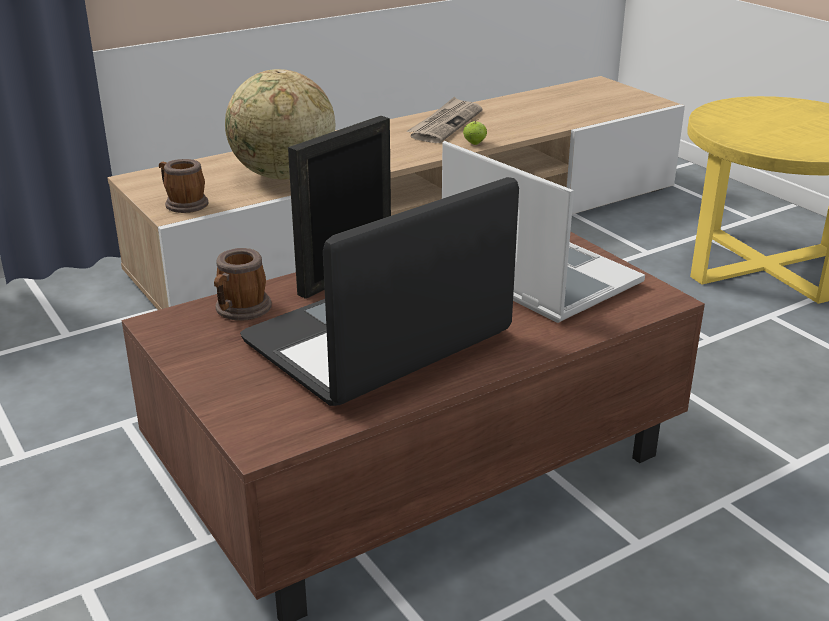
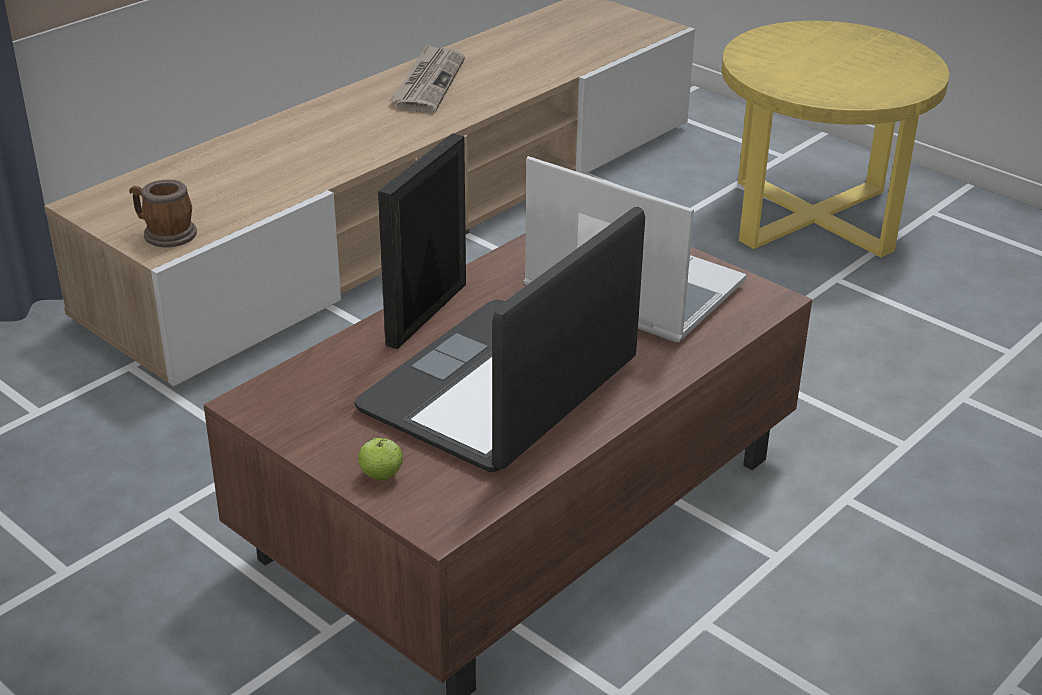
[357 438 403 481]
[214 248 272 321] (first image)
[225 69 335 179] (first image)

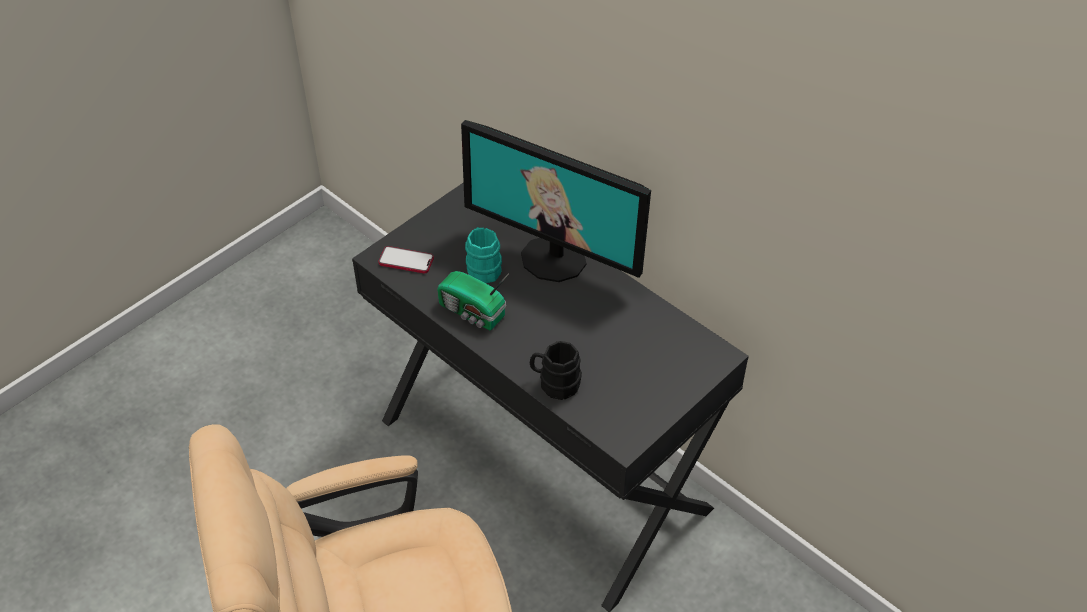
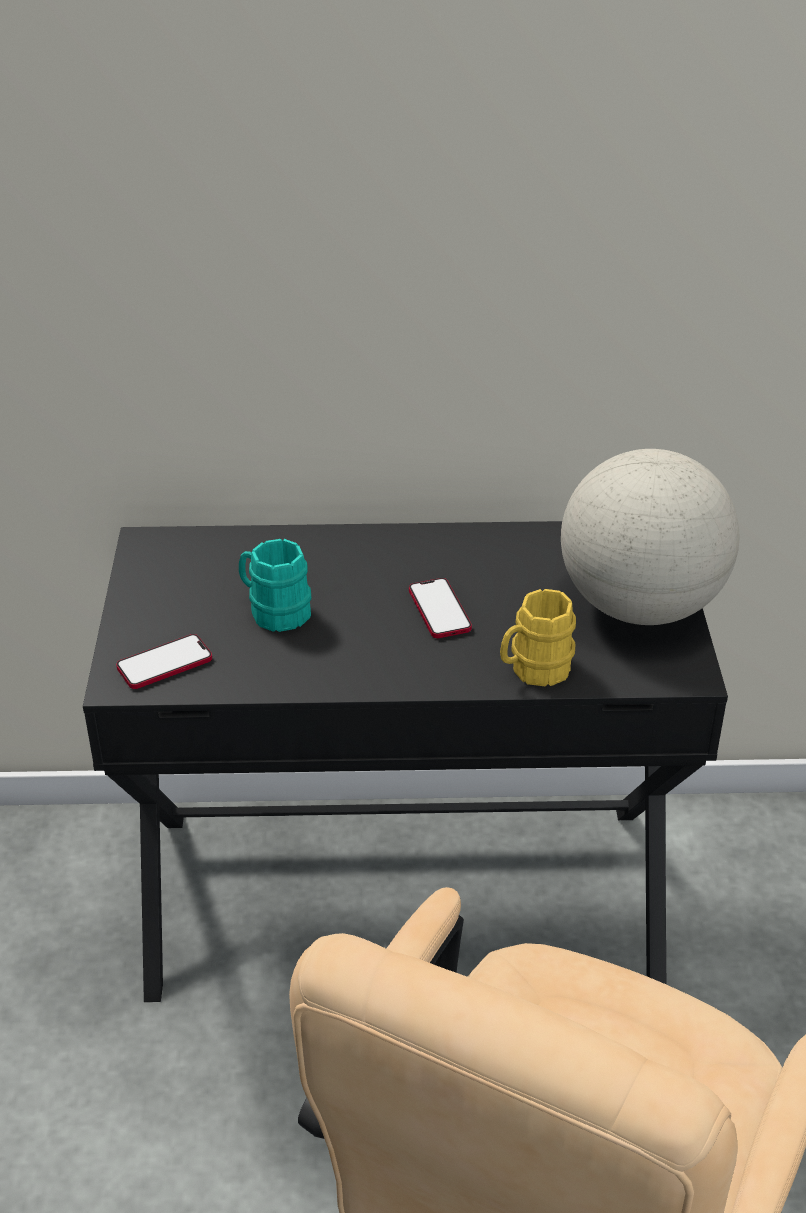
[409 578 472 638]
[500 589 576 686]
[561 449 739 625]
[437 271 509 330] (first image)
[461 120 651 282] (first image)

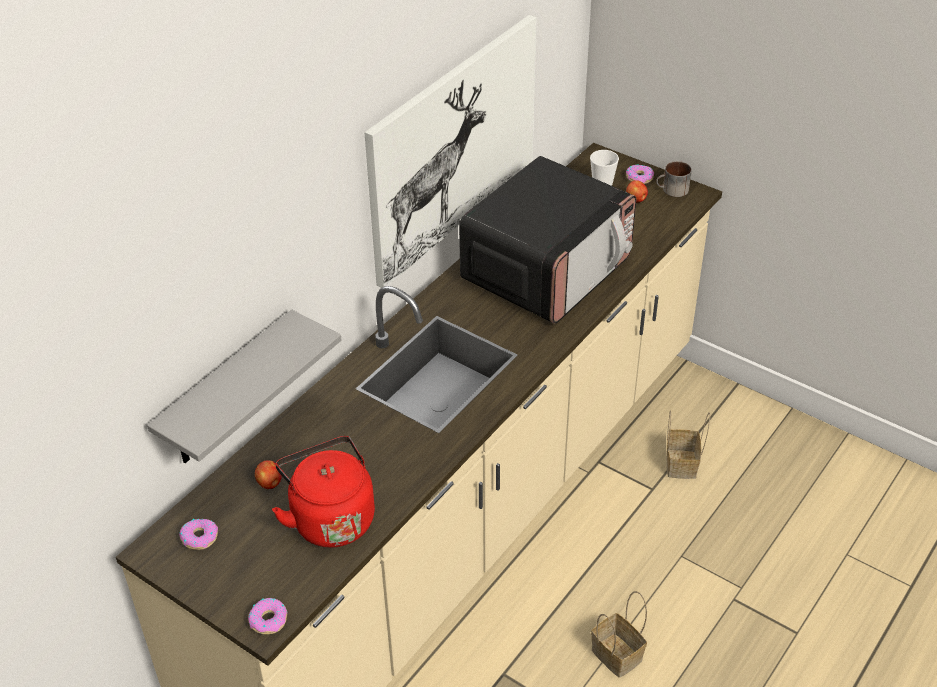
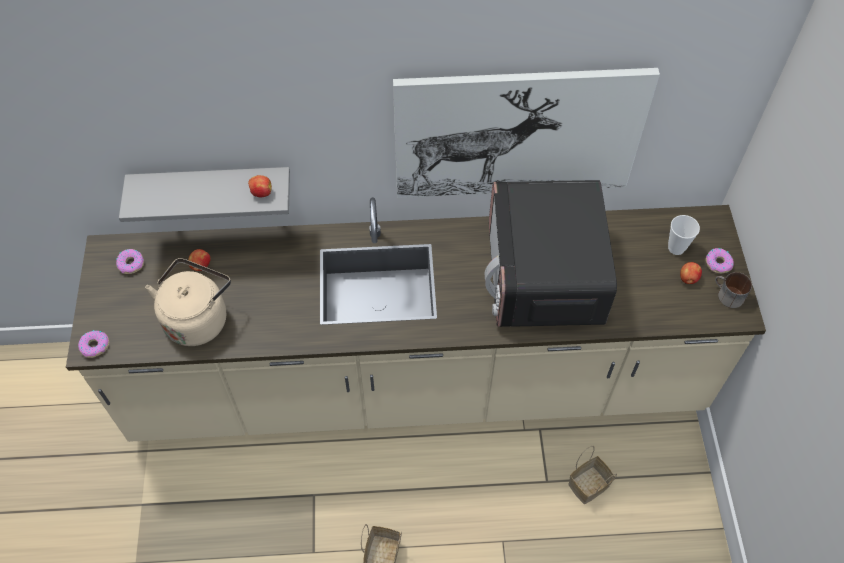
[145 258 231 346]
[248 175 272 197]
[484 180 617 327]

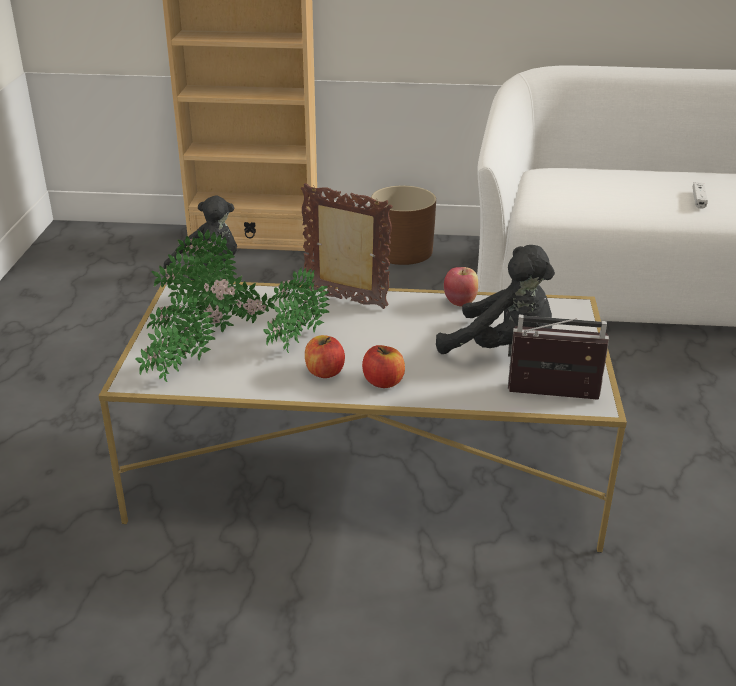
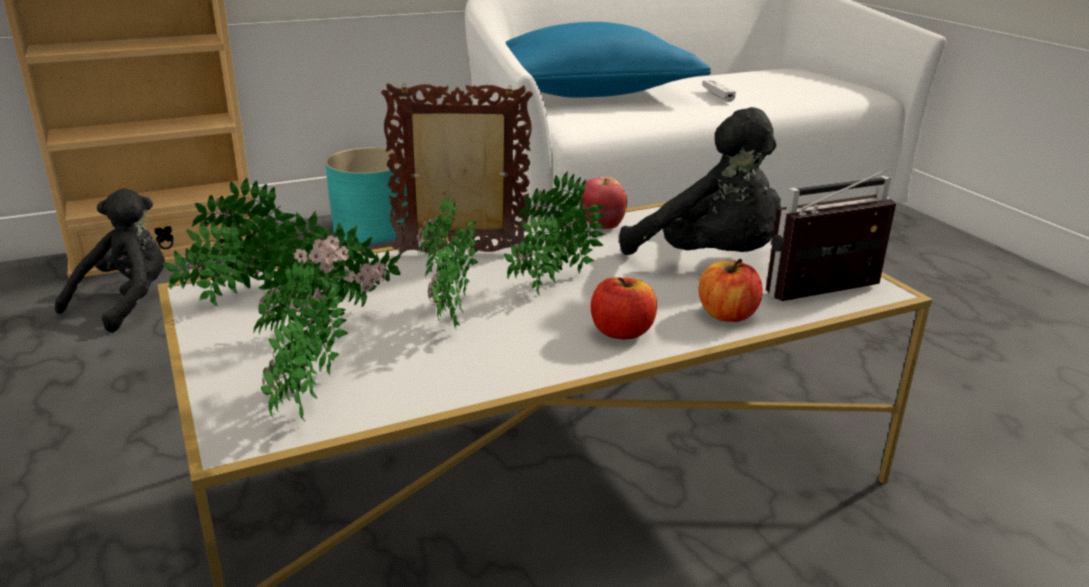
[325 147 408 243]
[504 171 605 296]
[506 22 711 98]
[619 107 781 255]
[698 259 763 322]

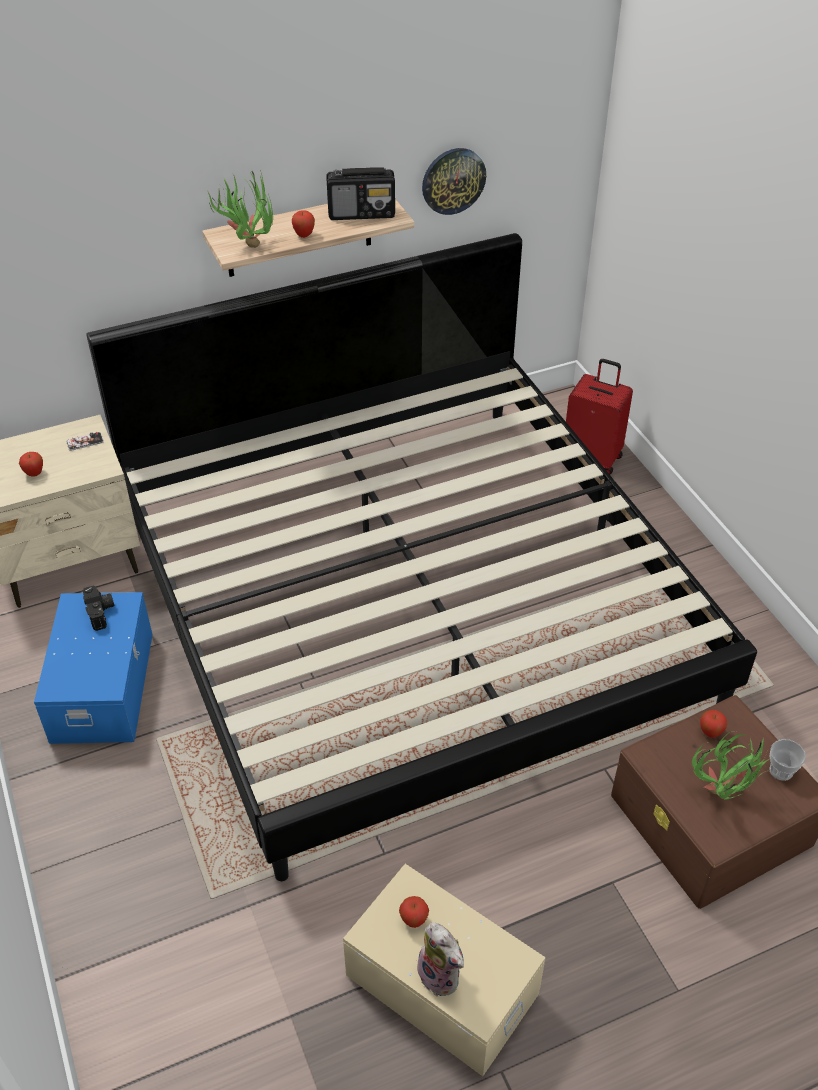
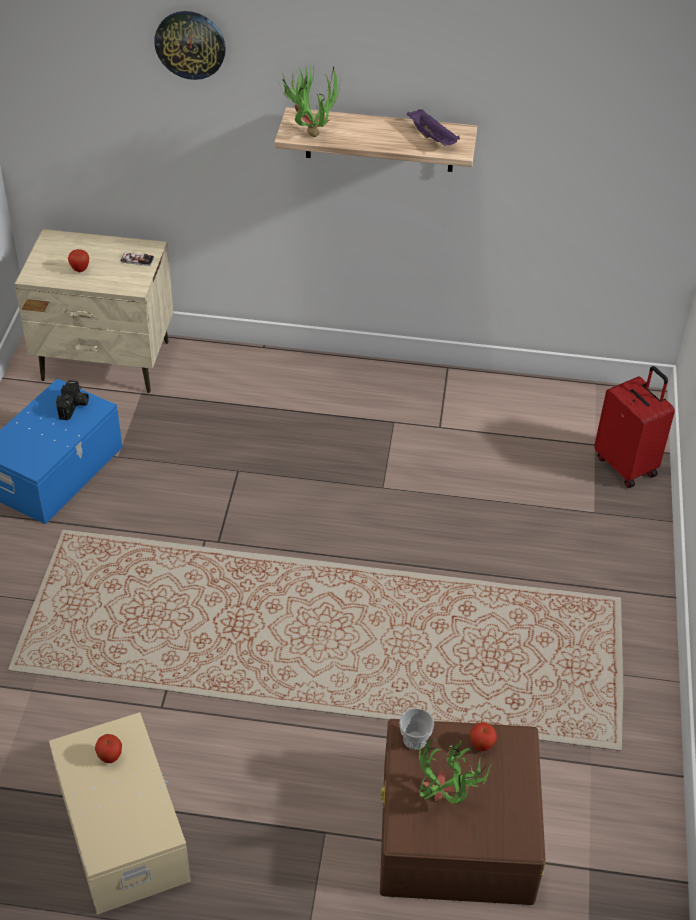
[154 11 226 80]
[399 708 434 750]
[407 109 460 146]
[87 233 757 881] (first image)
[292 210 315 238] (first image)
[417 923 464 997] (first image)

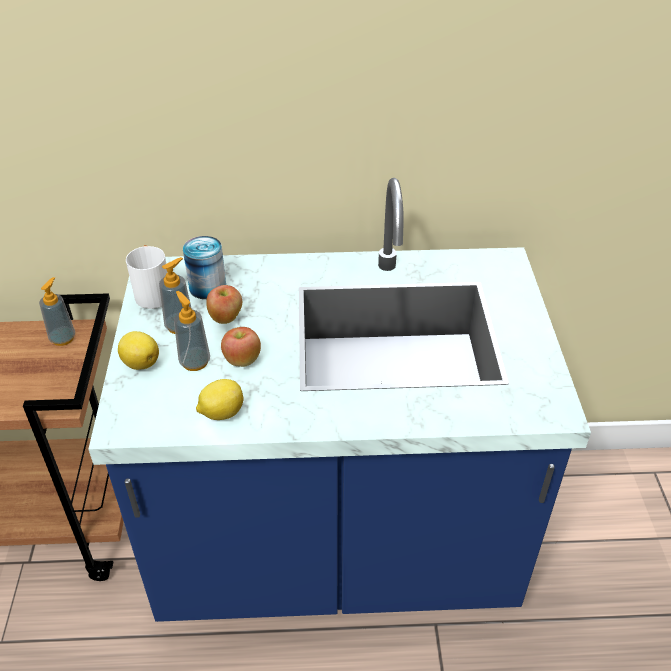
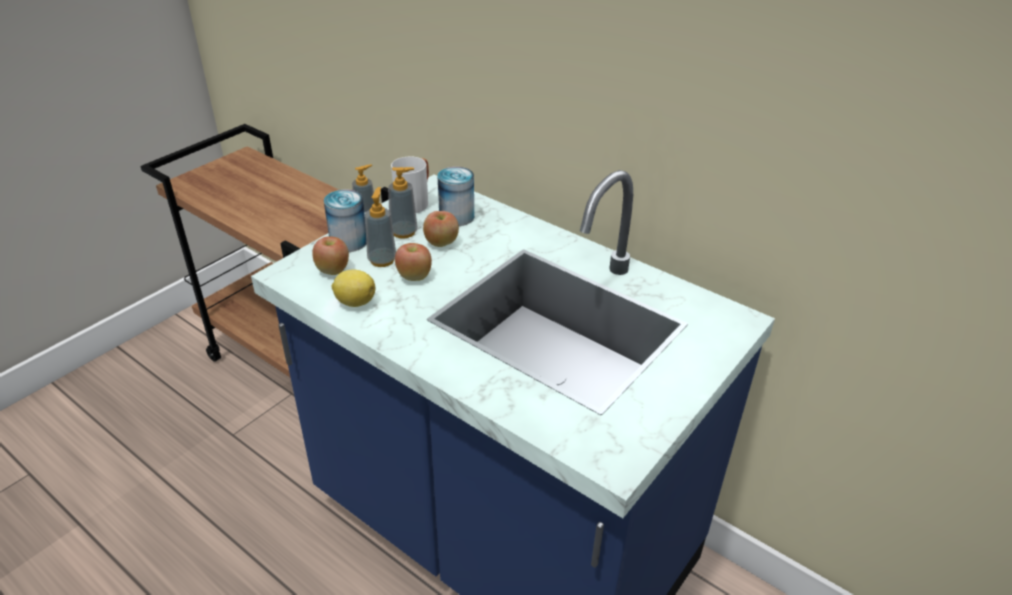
[312 236 349 275]
[324 190 366 252]

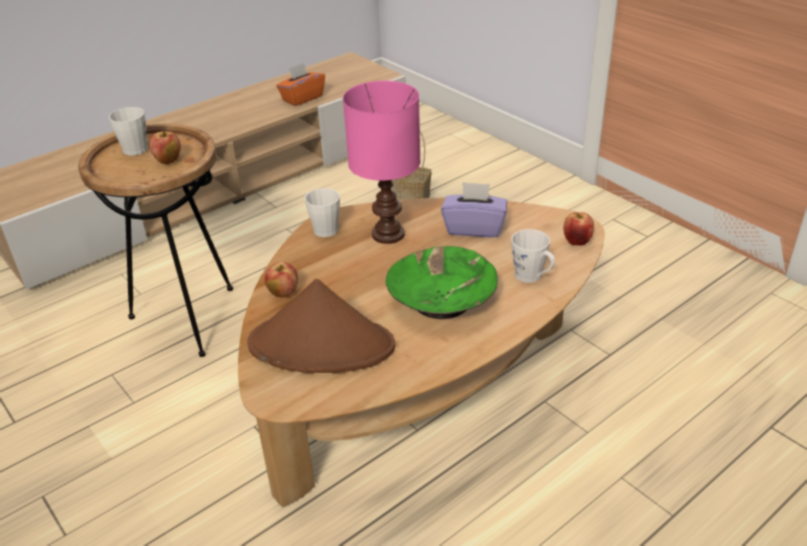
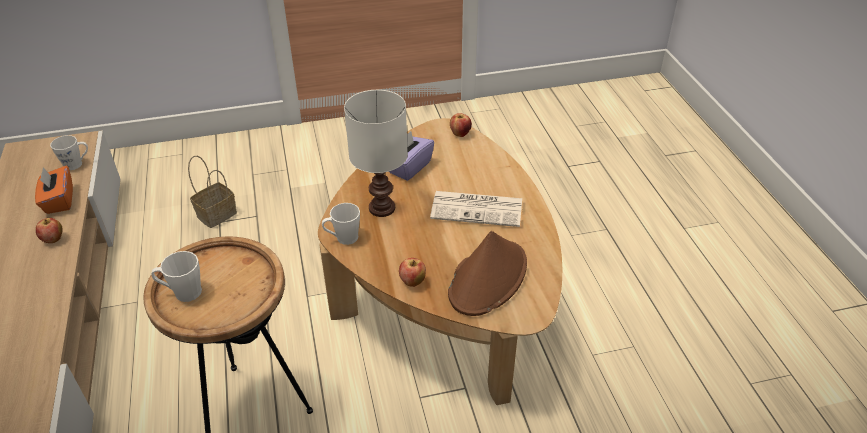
[36 218 63 243]
[50 135 88 170]
[344 90 408 217]
[430 191 522 227]

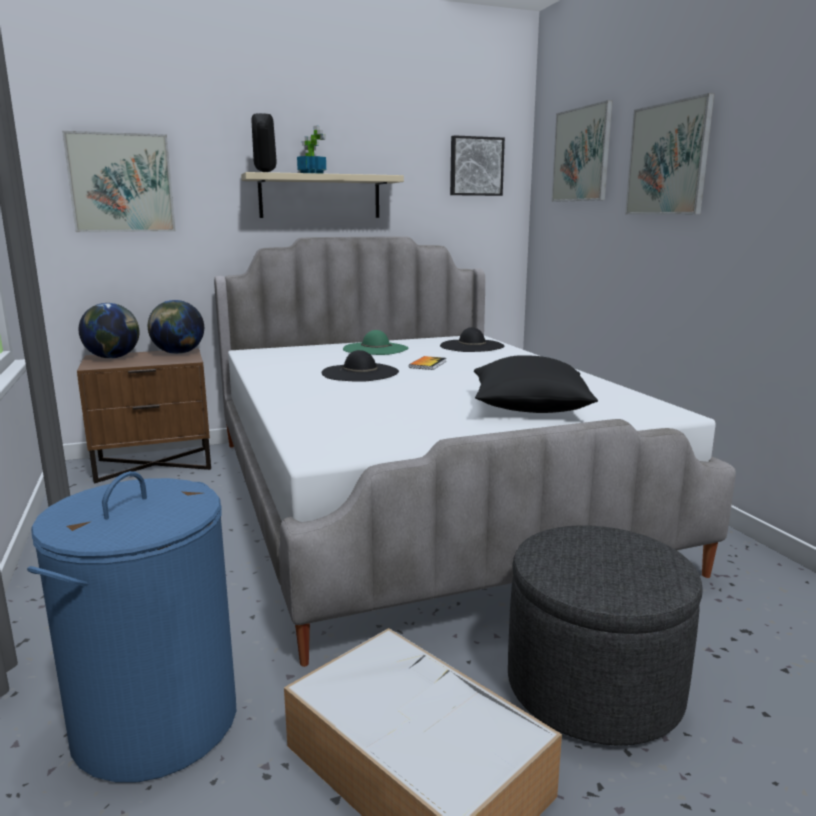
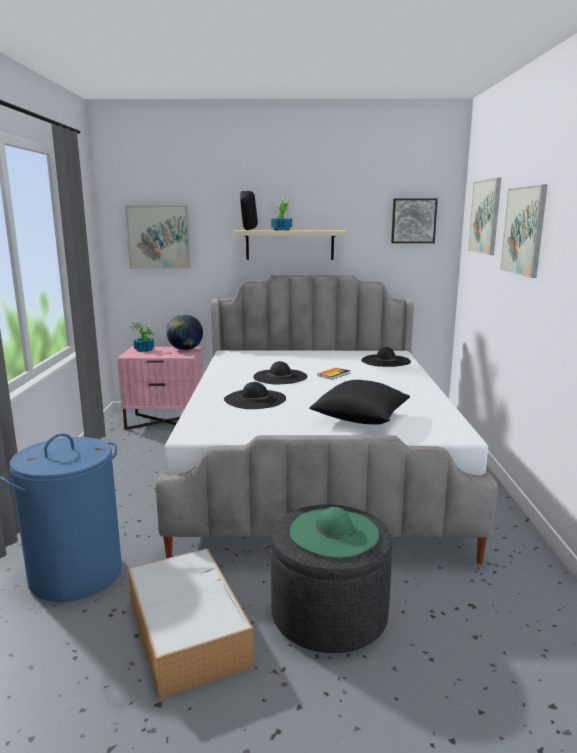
[117 347 203 430]
[130 321 155 352]
[224 382 286 409]
[290 507 379 558]

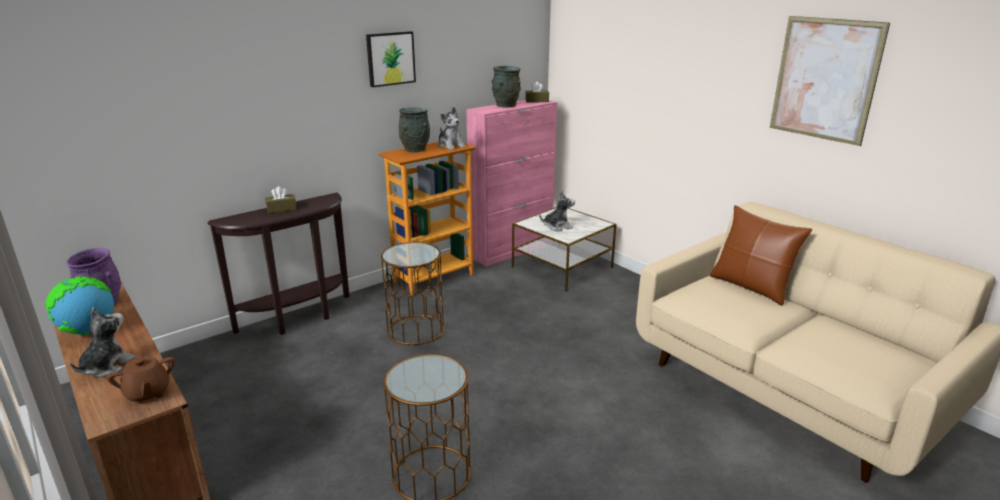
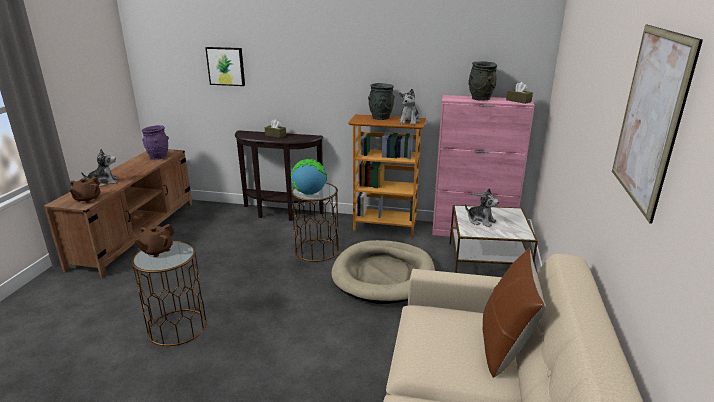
[134 224 174 257]
[205 47 245 86]
[291 159 327 195]
[331 240 435 304]

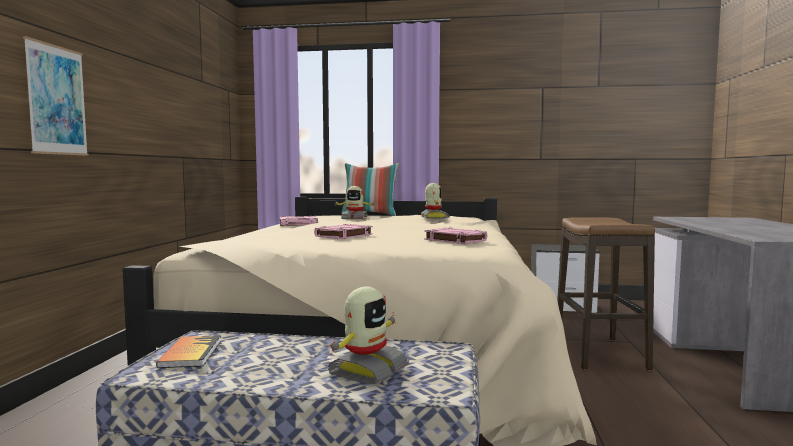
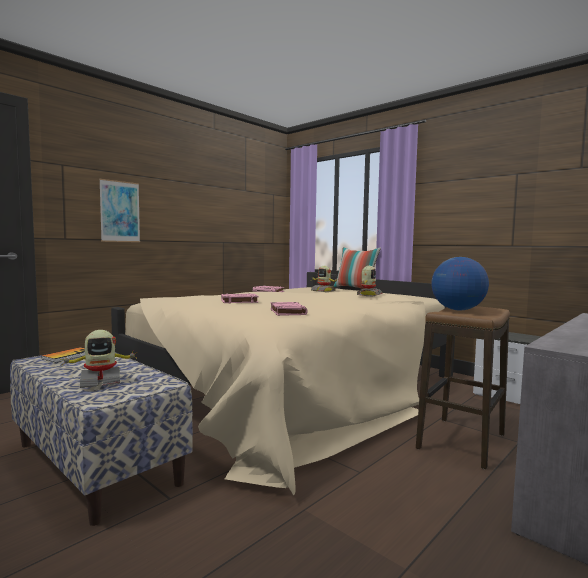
[431 257 489 311]

